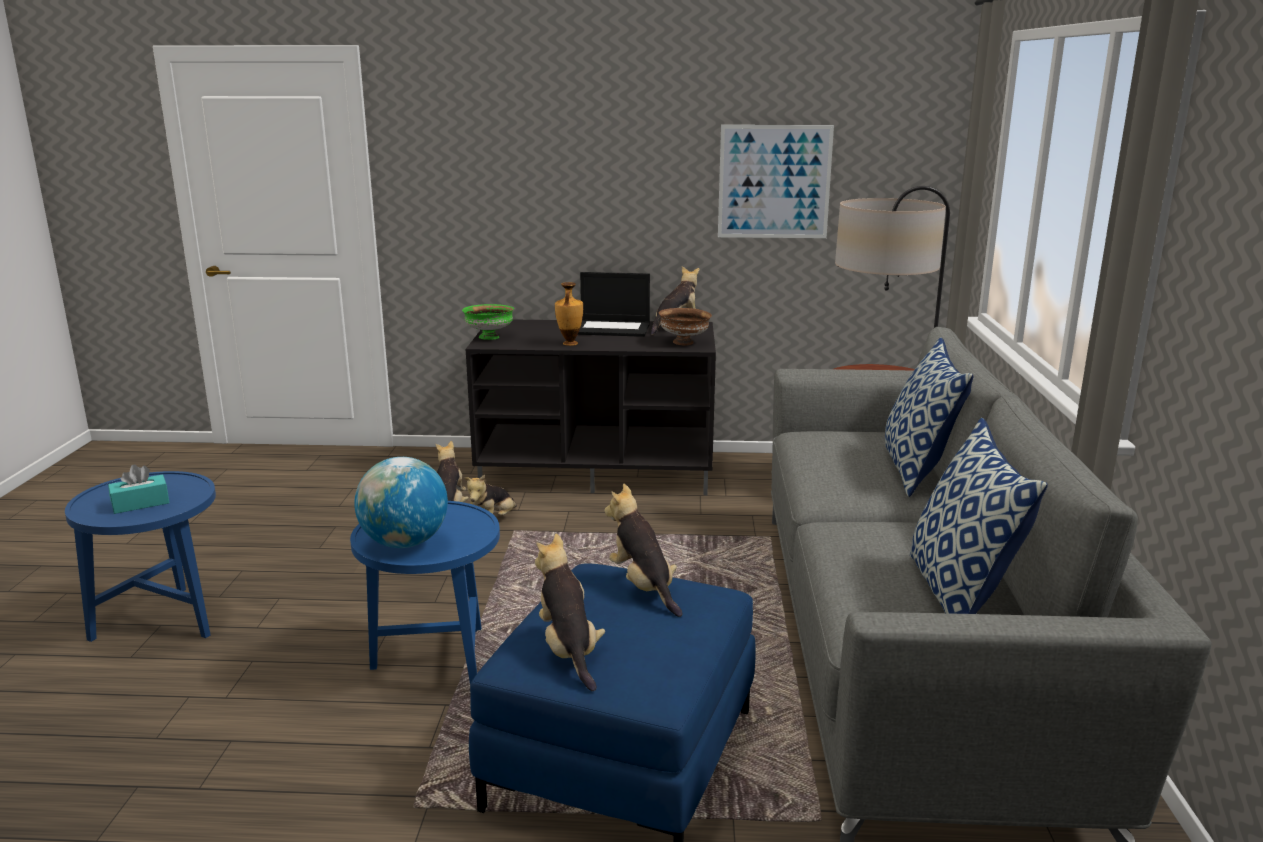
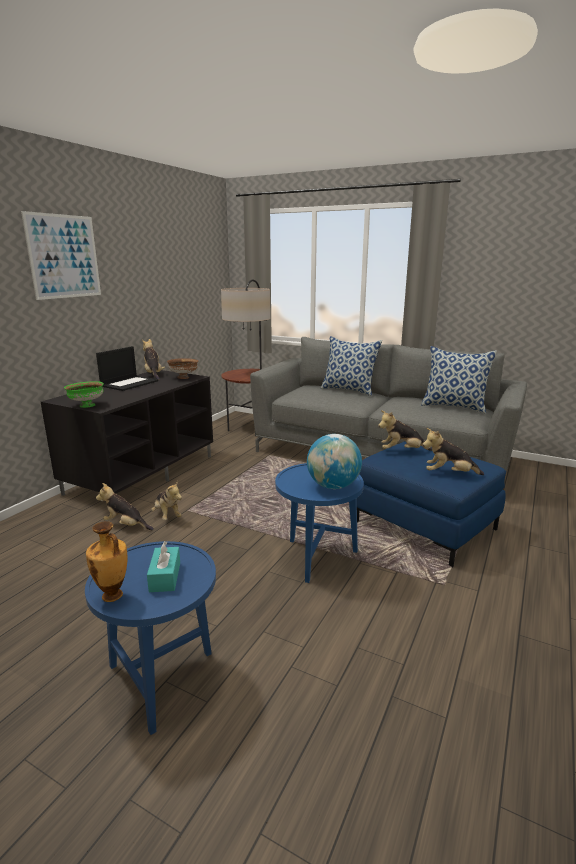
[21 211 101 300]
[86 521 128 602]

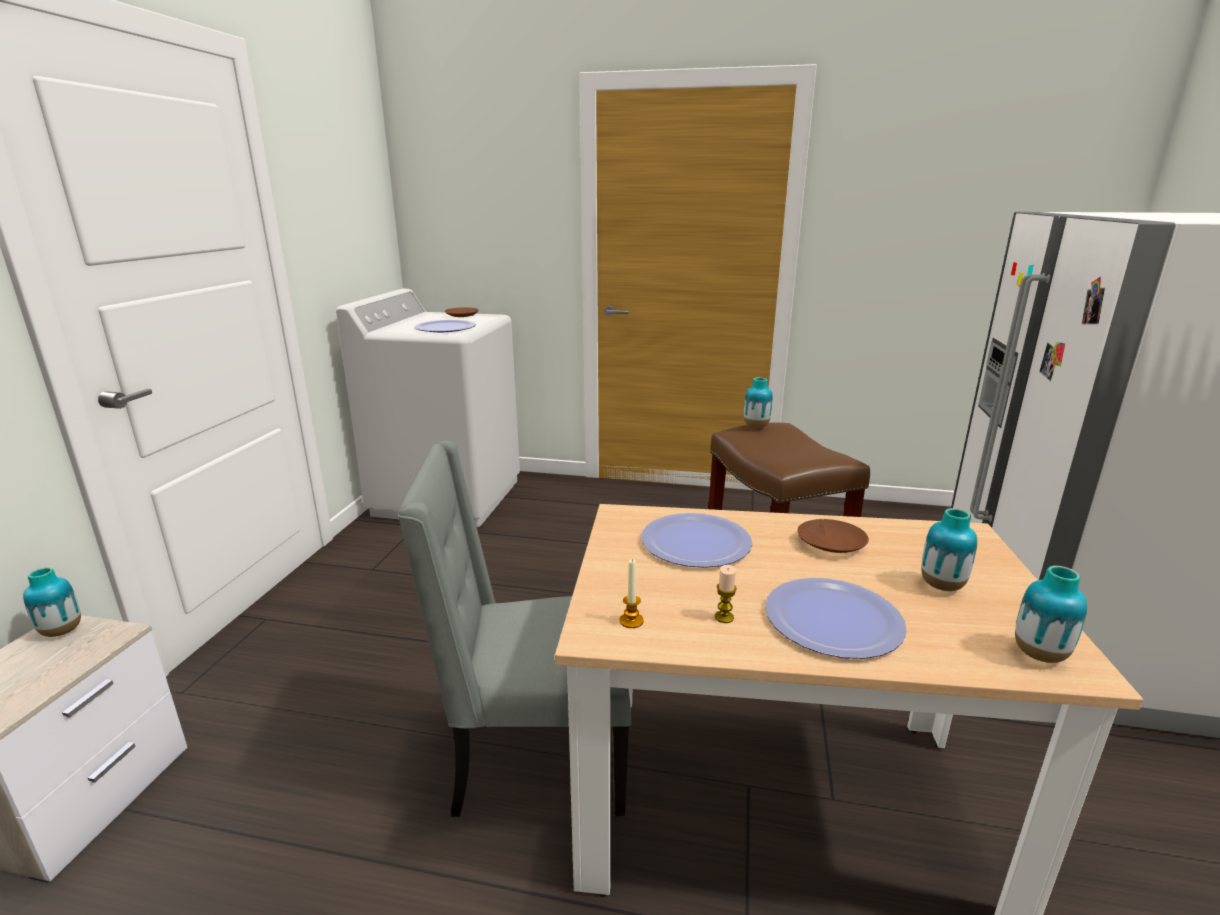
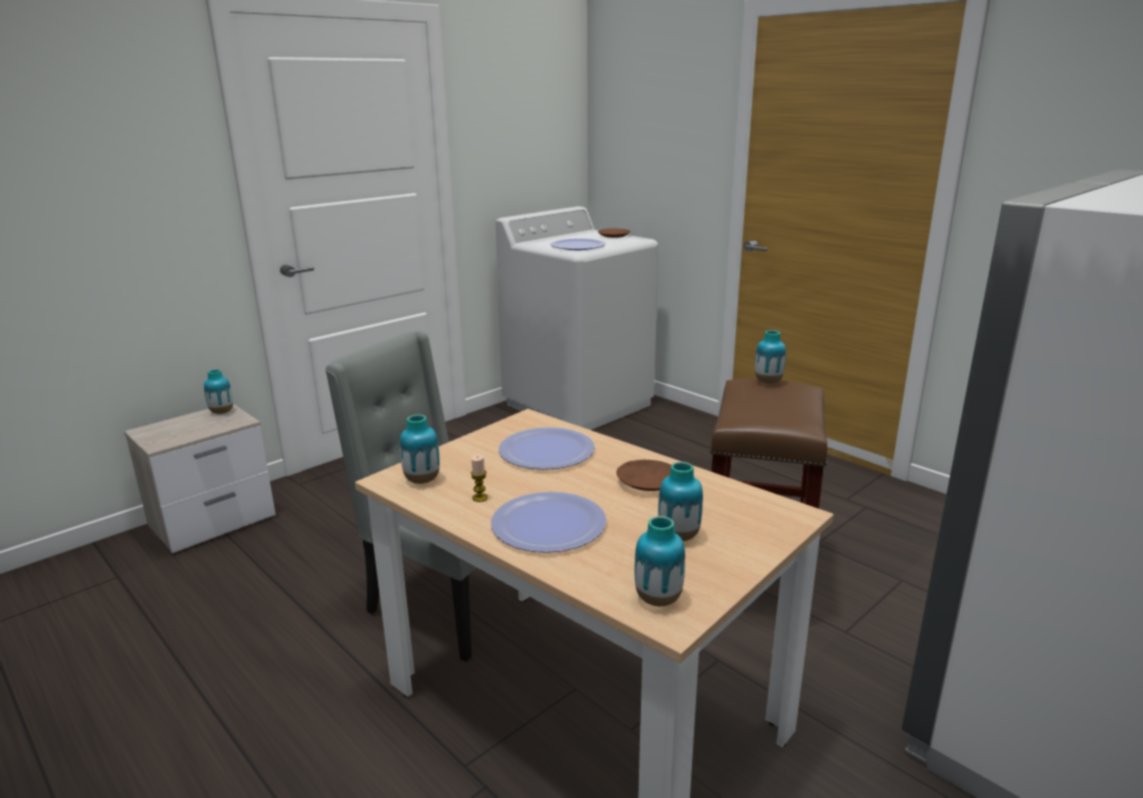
[400 414 440 484]

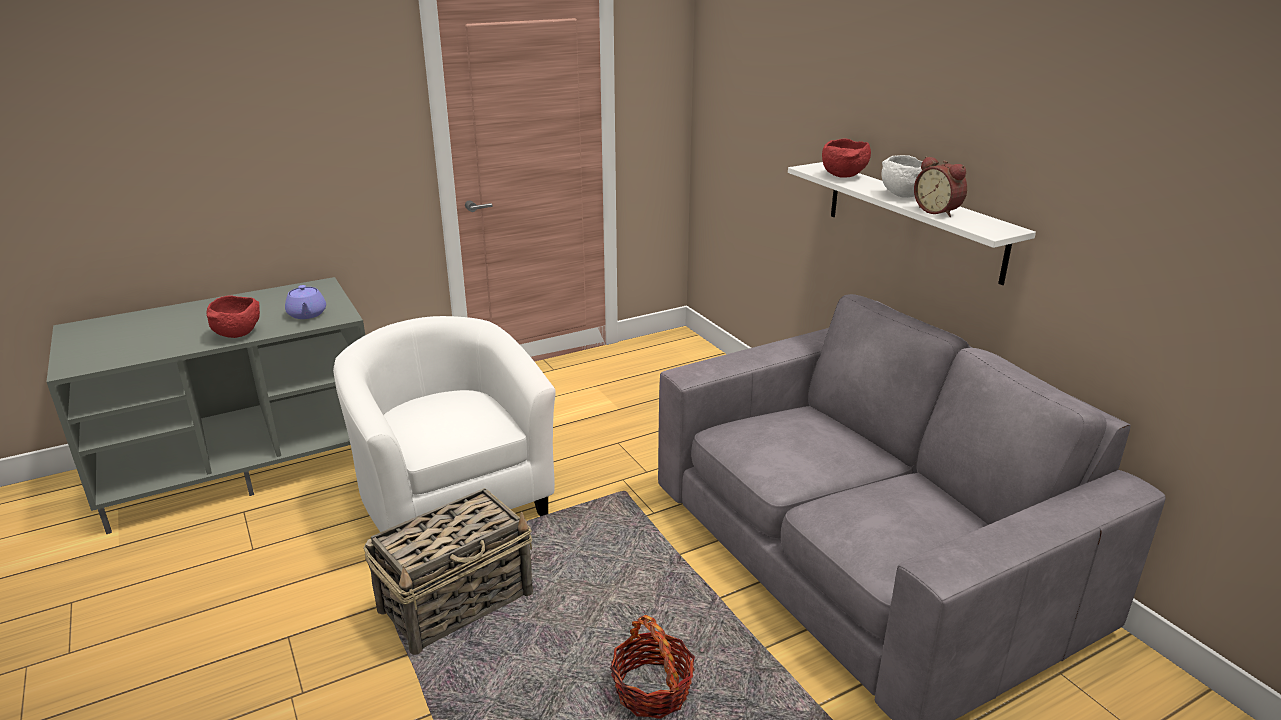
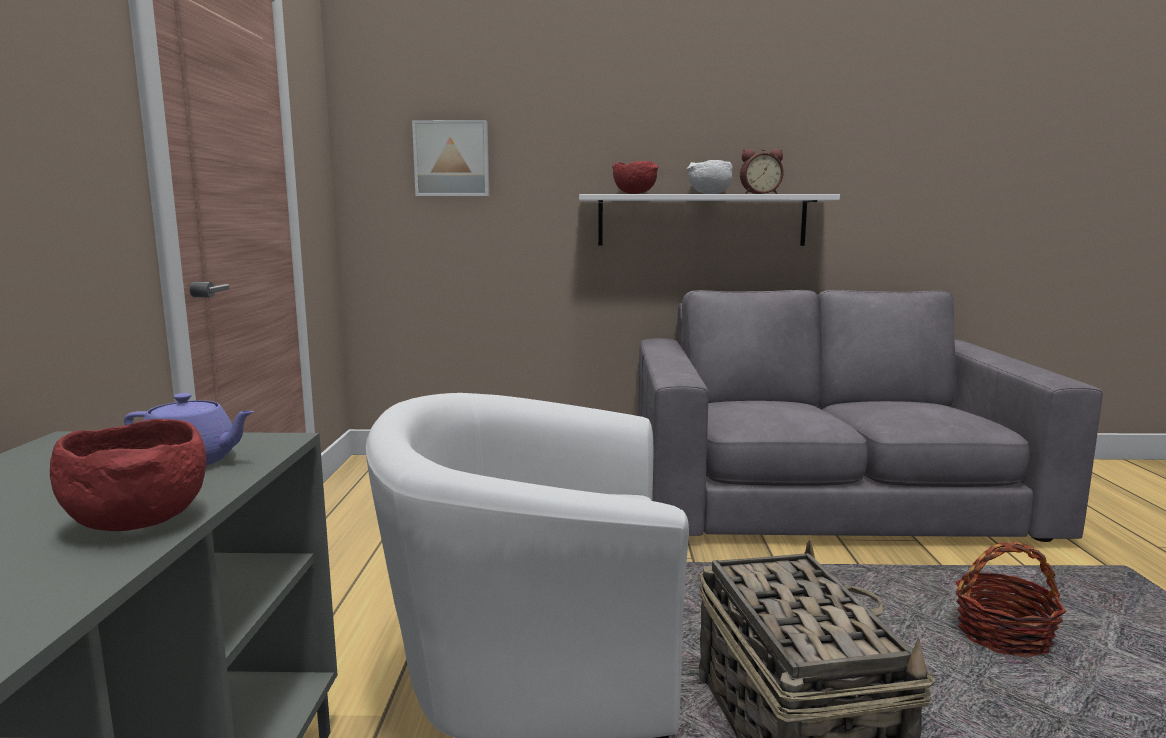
[412 120 489 196]

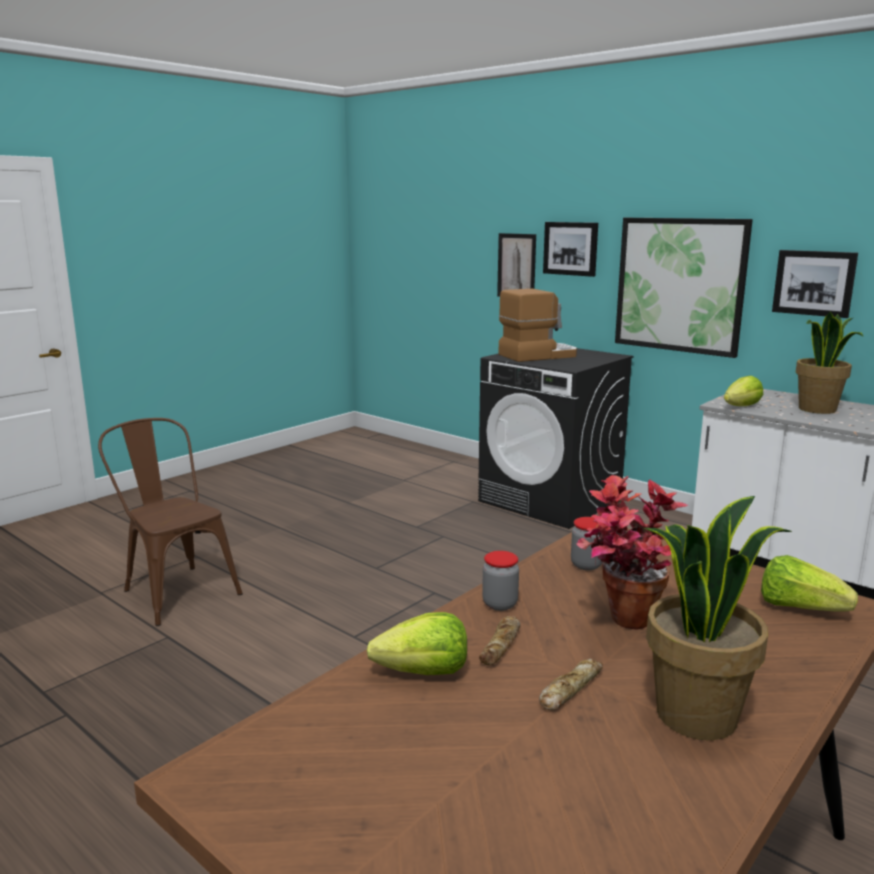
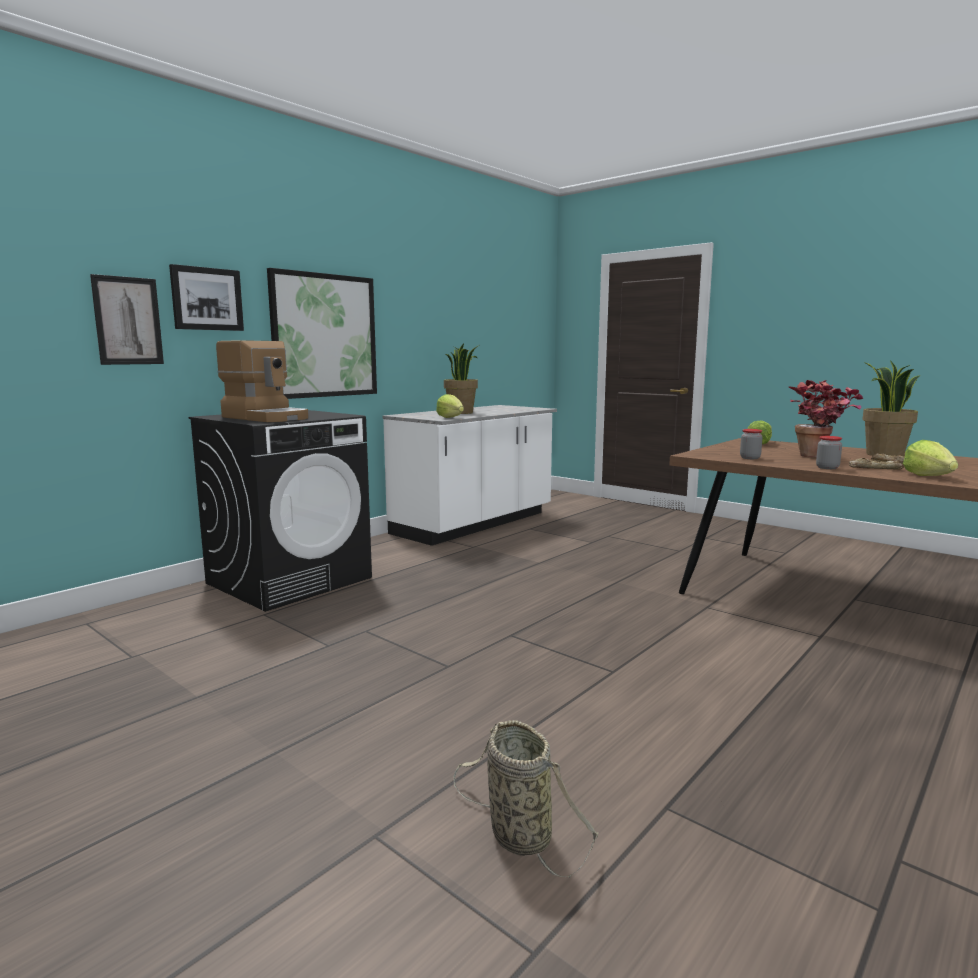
[216 340 308 422]
[454 720 598 878]
[772 250 858 318] (first image)

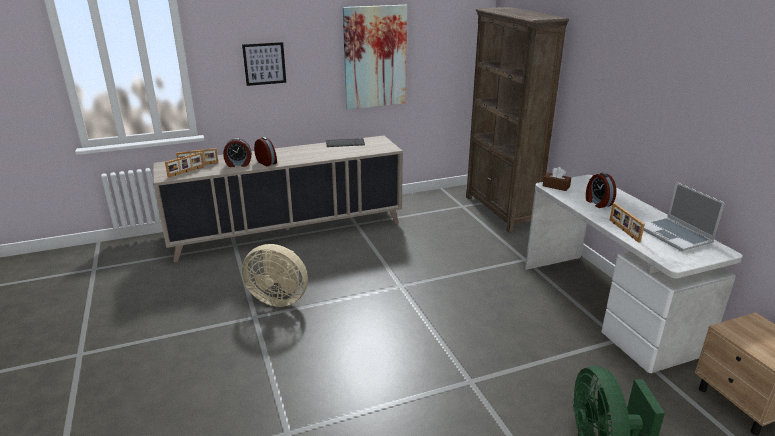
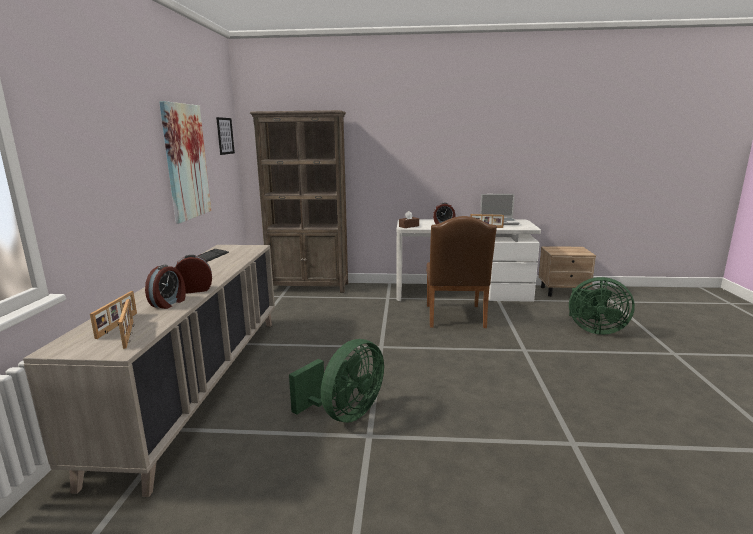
[216 117 235 155]
[289 339 384 423]
[426 216 497 328]

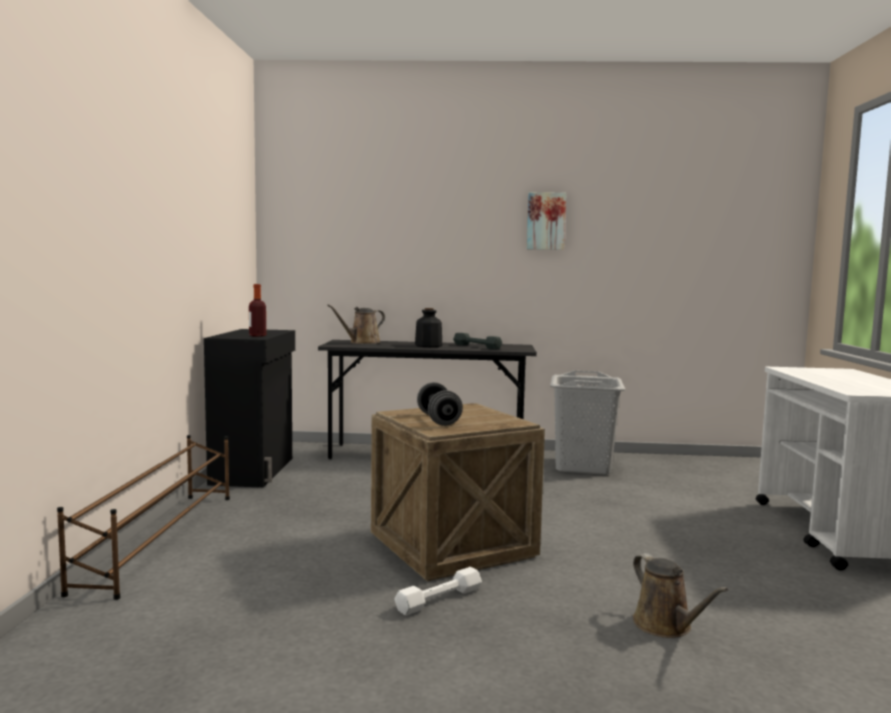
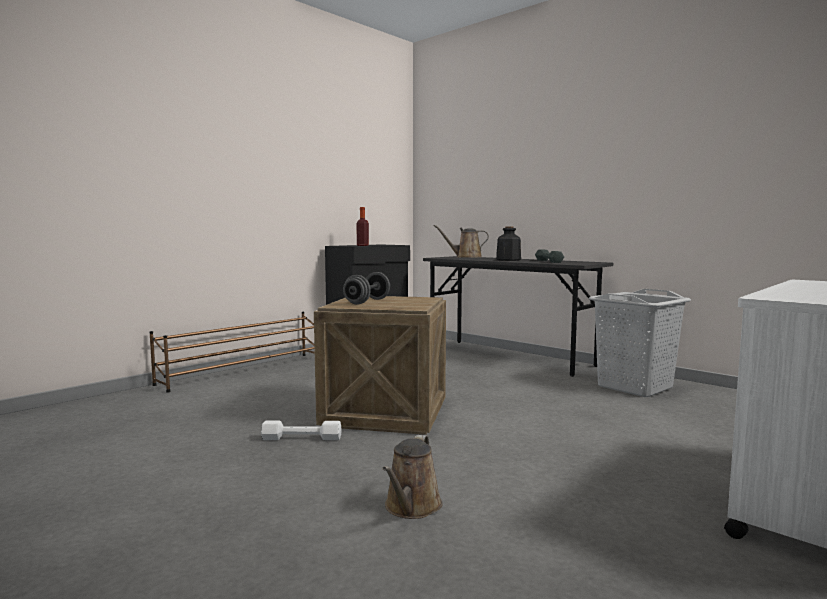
[527 192 566 250] (first image)

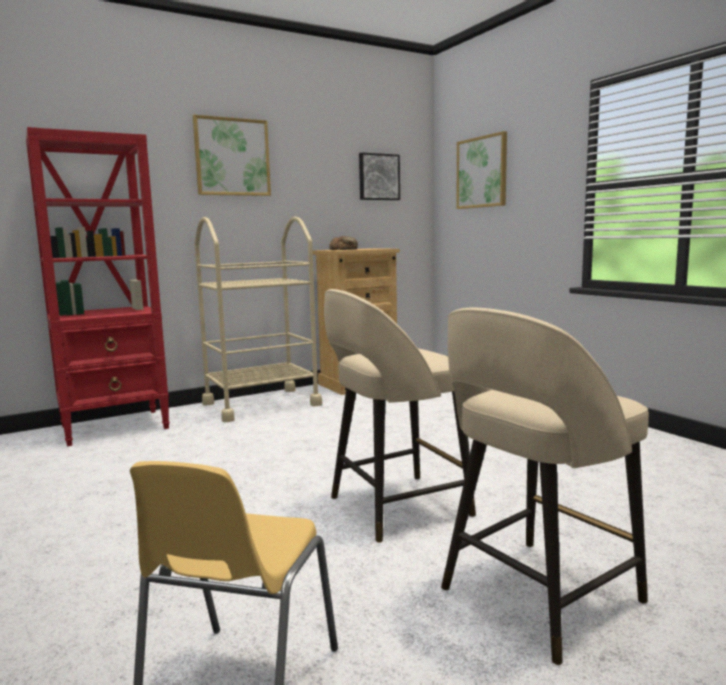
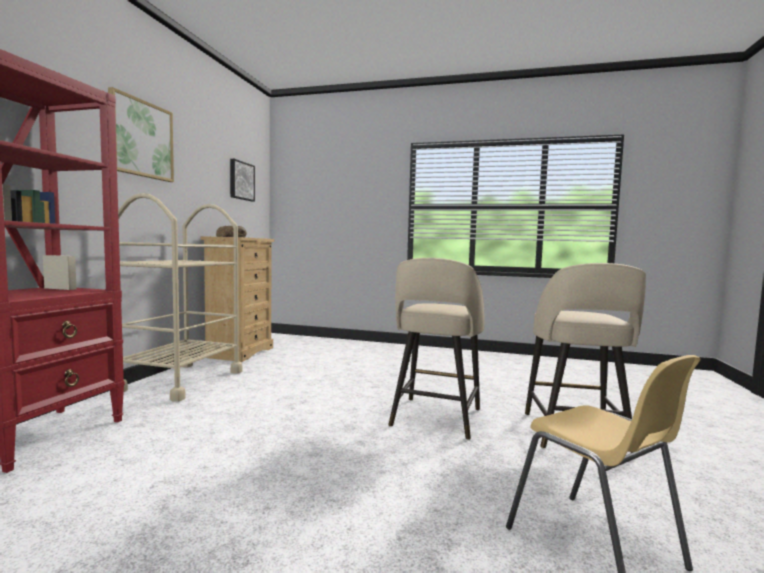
[456 131 507 209] (first image)

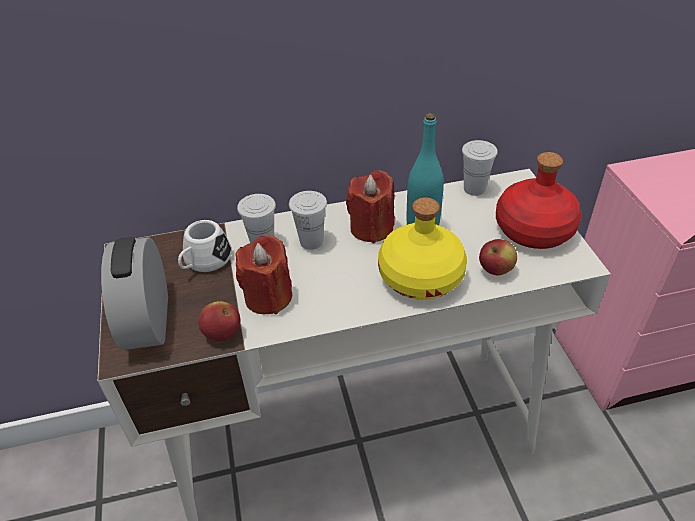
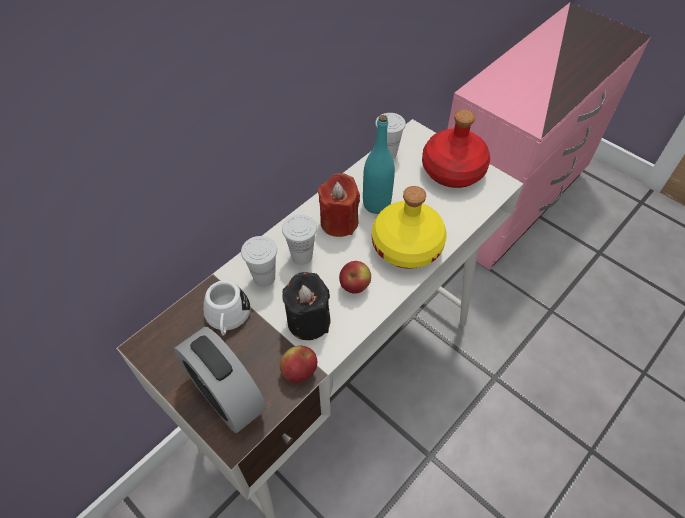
[282 272 330 340]
[339 261 371 294]

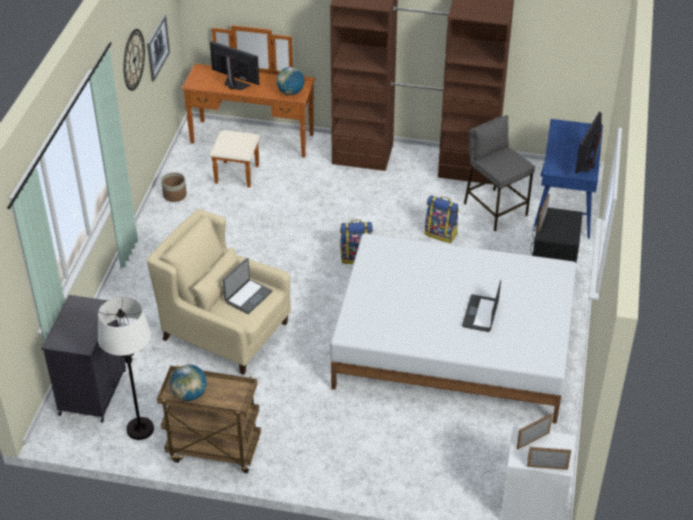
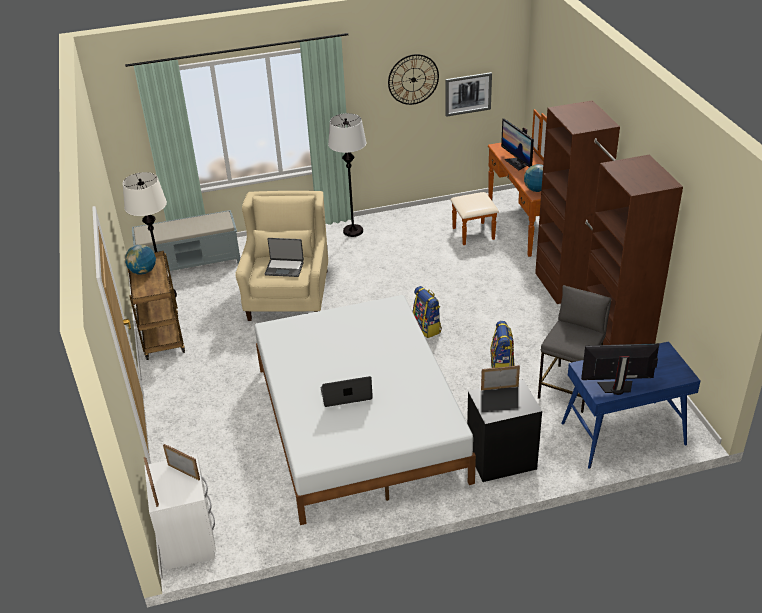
[132 210 240 272]
[328 113 367 237]
[501 119 534 170]
[161 172 187 202] (first image)

